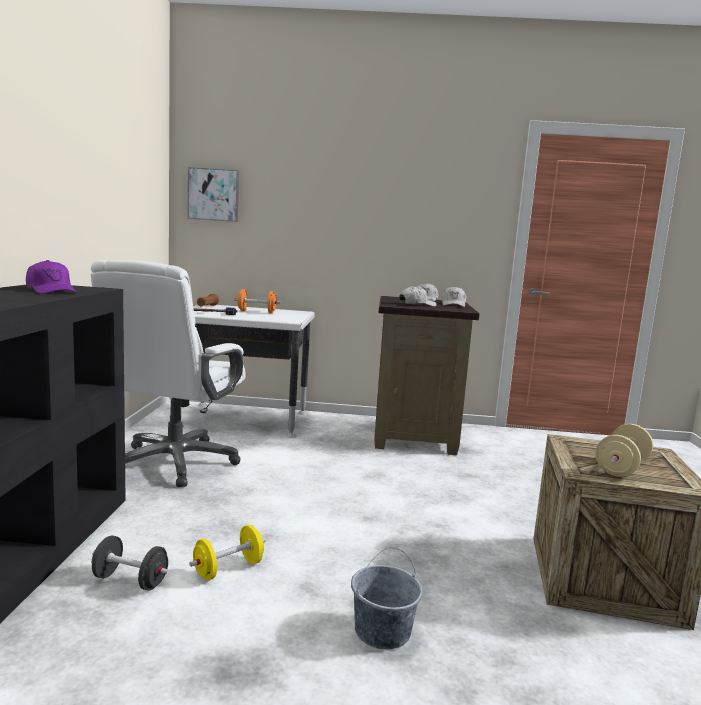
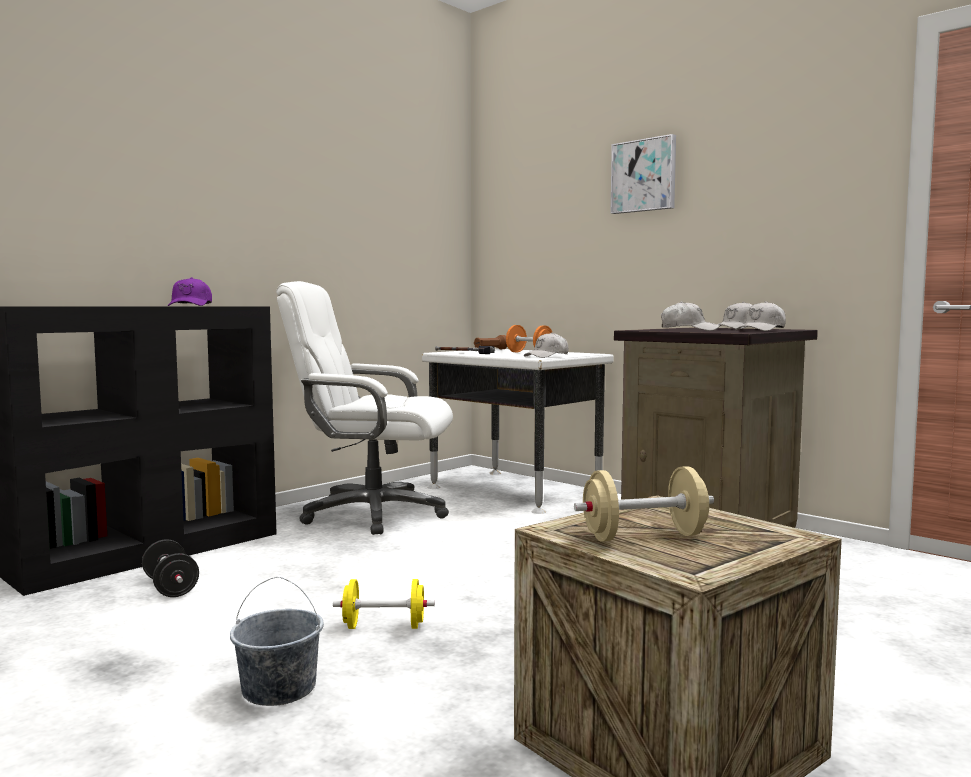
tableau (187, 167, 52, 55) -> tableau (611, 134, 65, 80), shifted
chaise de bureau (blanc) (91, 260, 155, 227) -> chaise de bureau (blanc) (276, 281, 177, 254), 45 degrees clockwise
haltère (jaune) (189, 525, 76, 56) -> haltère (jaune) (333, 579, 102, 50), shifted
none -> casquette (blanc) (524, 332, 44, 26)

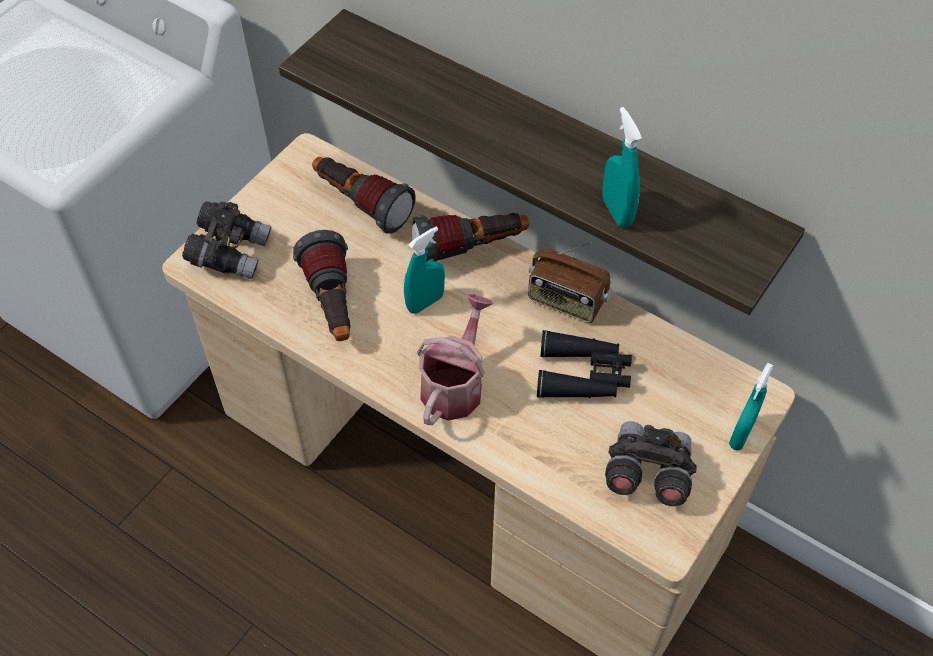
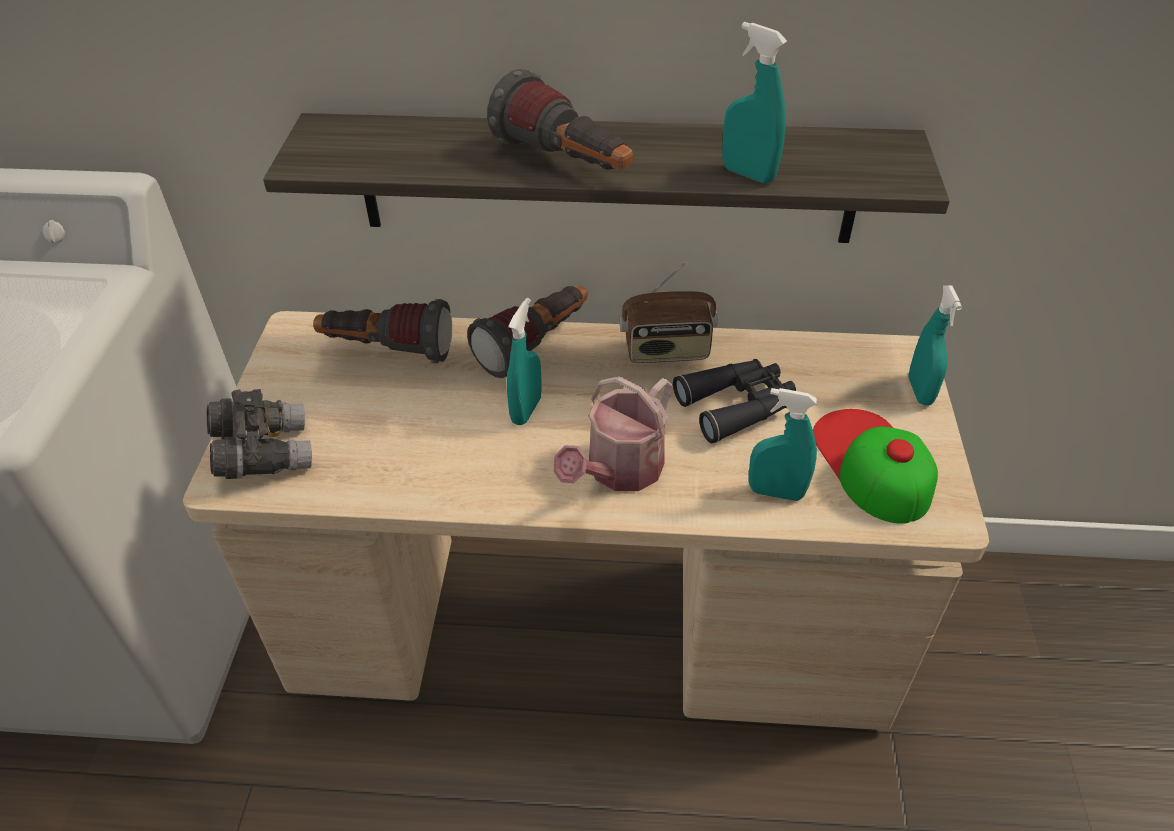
lampe de poche (293, 230, 58, 111) -> lampe de poche (487, 69, 146, 101), shifted
arrosoir (417, 294, 76, 131) -> arrosoir (554, 376, 118, 115), 135 degrees counterclockwise
jumelles (gris) (605, 421, 92, 85) -> casquette (813, 409, 125, 115)
none -> vaporisateur (turquoise) (749, 388, 68, 113)

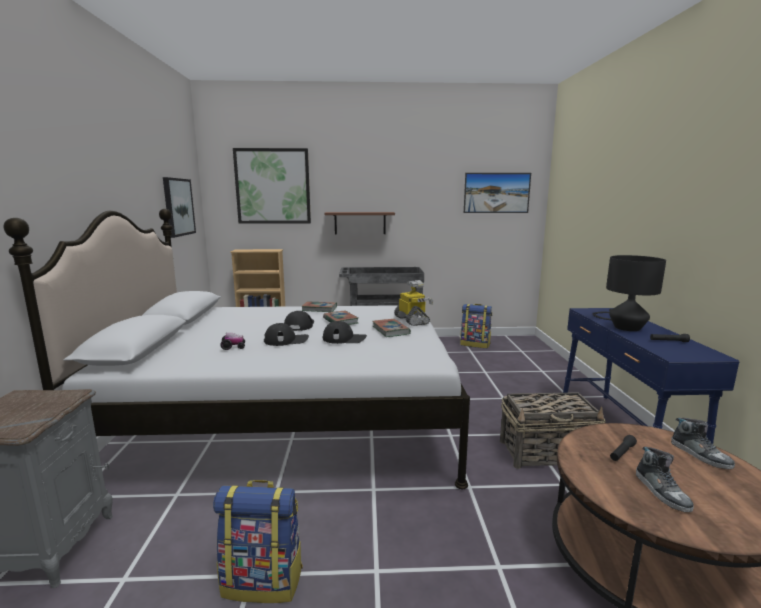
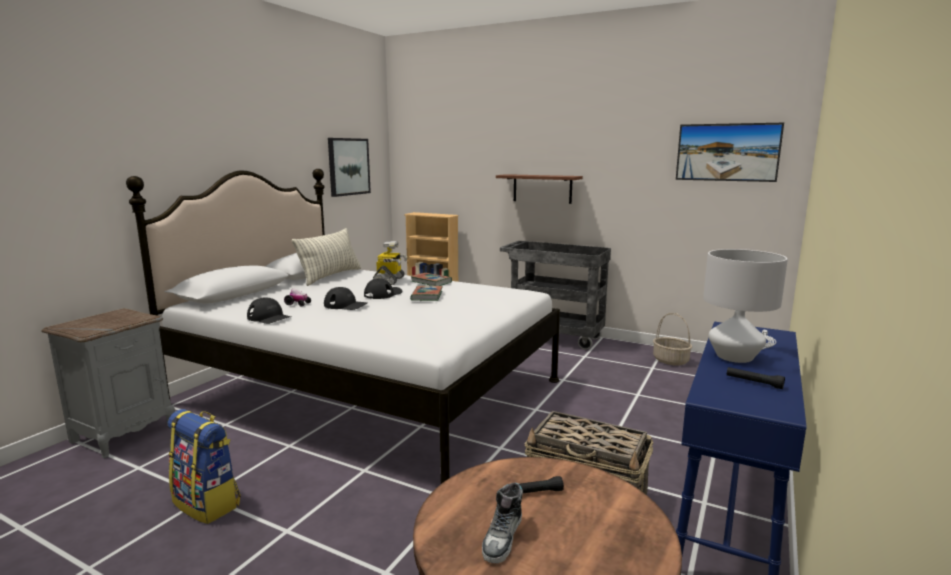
tableau (233, 148, 78, 76) -> none
lampe de table (noir) (593, 255, 73, 76) -> lampe de table (blanc) (703, 249, 85, 114)
robot jouet (394, 280, 39, 46) -> robot jouet (373, 241, 34, 44), shifted
sac à dos (460, 304, 32, 44) -> panier (653, 313, 39, 53)
livre (372, 319, 39, 18) -> none
casquette (noir) (322, 321, 45, 23) -> casquette (noir) (247, 297, 44, 27), shifted
chaussure (671, 418, 64, 51) -> none
none -> coussin (292, 228, 69, 58)

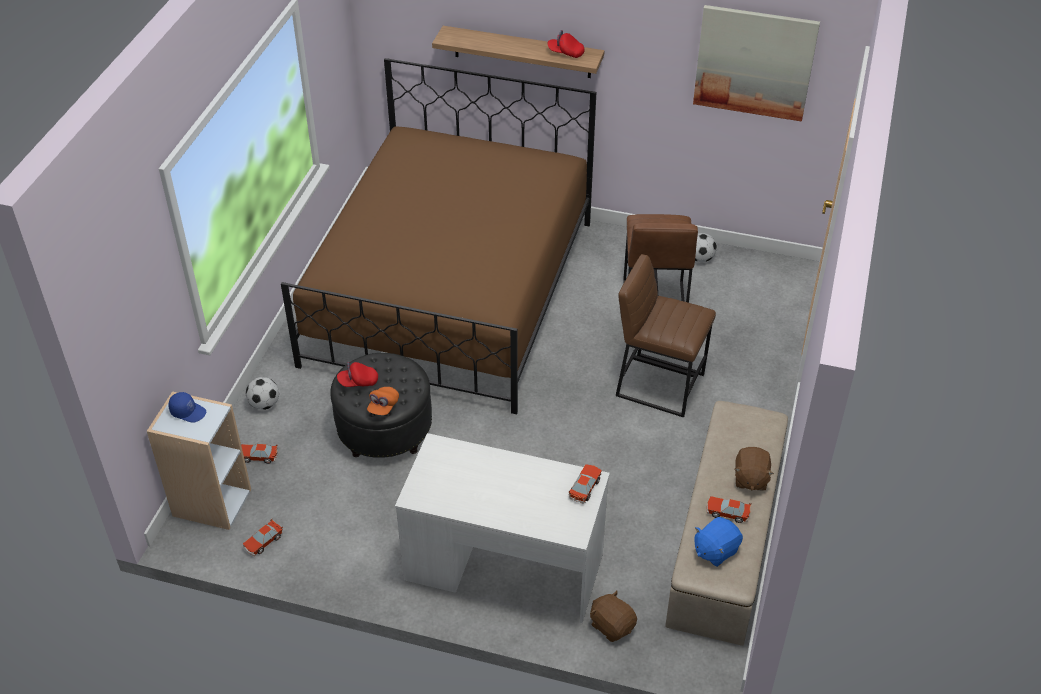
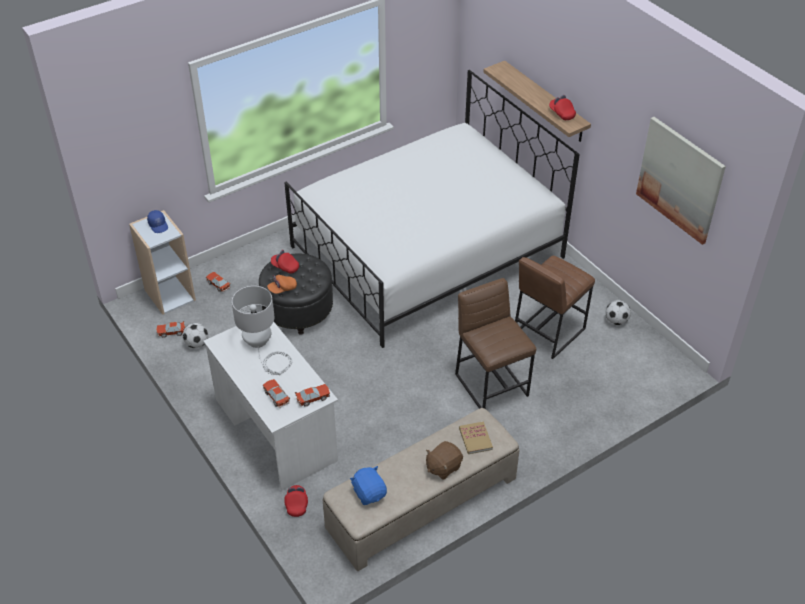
lit (marron) (281, 58, 315, 356) -> lit (blanc) (284, 70, 296, 278)
ballon de foot (246, 377, 33, 33) -> ballon de foot (183, 323, 25, 25), shifted
petite voiture (706, 496, 46, 27) -> petite voiture (263, 379, 27, 29), shifted
peluche (bleu) (694, 517, 49, 50) -> peluche (bleu) (350, 466, 37, 39), 60 degrees clockwise
peluche (marron) (590, 590, 47, 52) -> casquette (rouge) (284, 485, 24, 32)
none -> lampe de table (blanc) (232, 286, 60, 89)
none -> livre (459, 421, 34, 33)

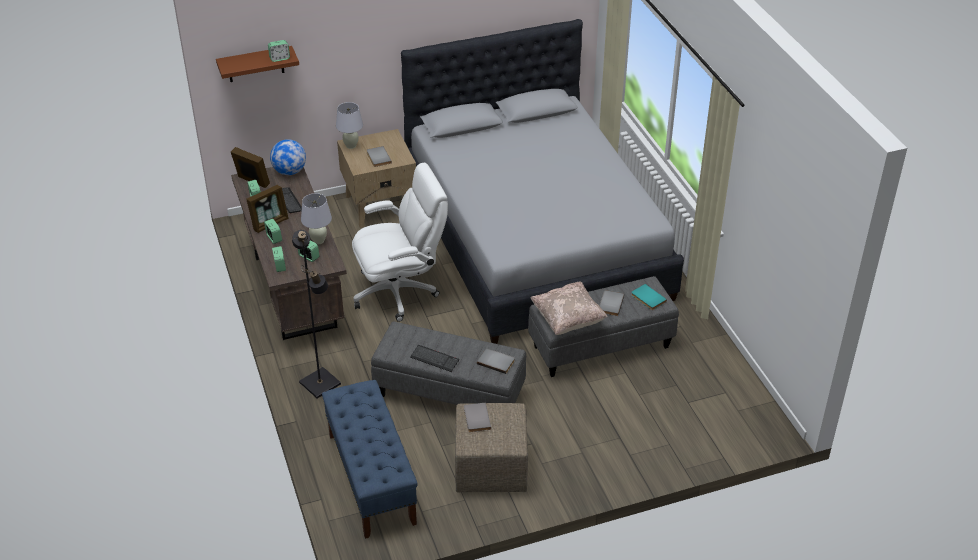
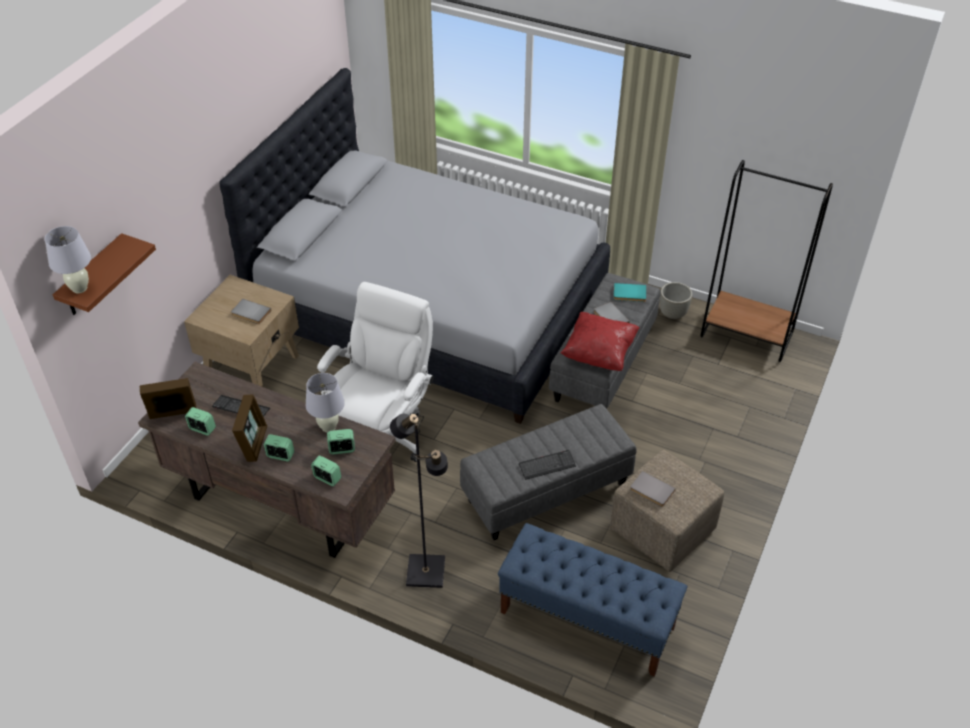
réveil (268, 40, 22, 22) -> none
lampe de table (blanc) (336, 102, 27, 47) -> lampe de table (blanc) (45, 226, 46, 67), shifted
globe (270, 139, 36, 36) -> none
coussin (beige) (530, 282, 78, 53) -> coussin (rouge) (561, 312, 79, 59)
livre (gris) (477, 348, 38, 26) -> none
none -> portant (700, 160, 133, 202)
none -> cache-pot (gris) (660, 282, 32, 37)

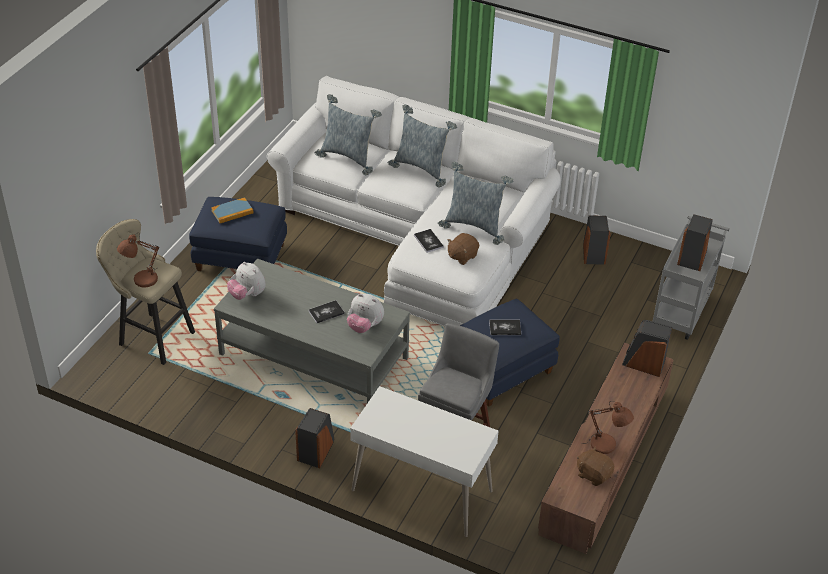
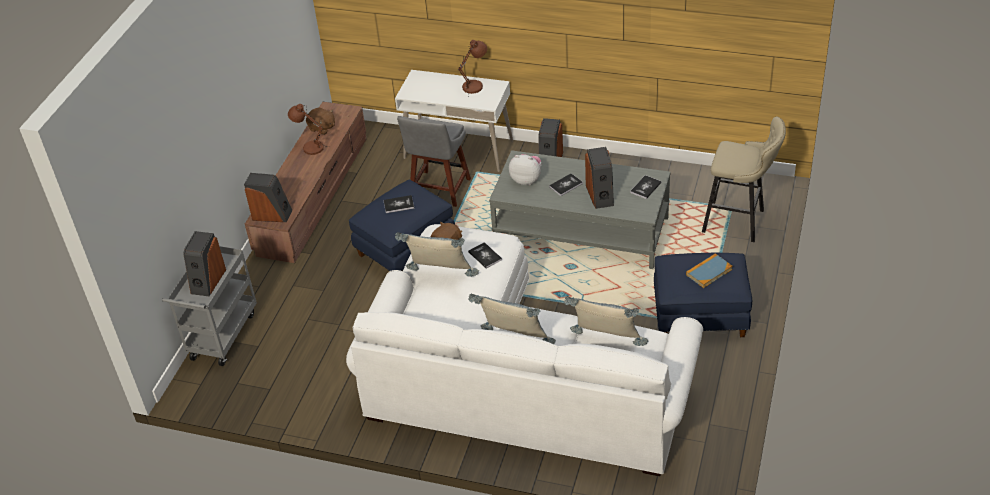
enceinte (583, 215, 28, 50) -> enceinte (585, 147, 29, 62), shifted
lampe de table (marron) (117, 233, 42, 55) -> lampe de table (marron) (458, 40, 29, 58), shifted
peluche (227, 262, 39, 38) -> livre (630, 175, 31, 24)

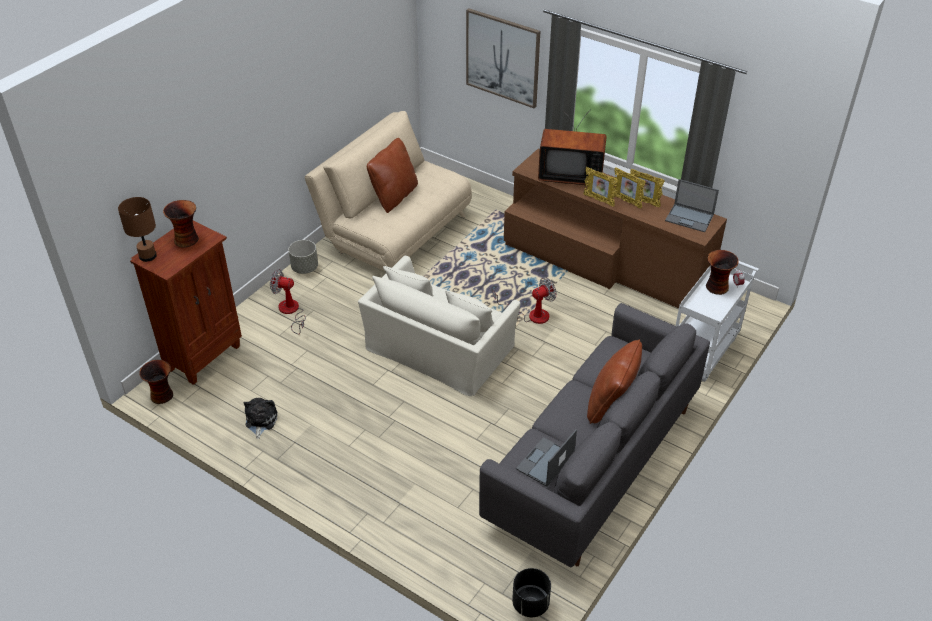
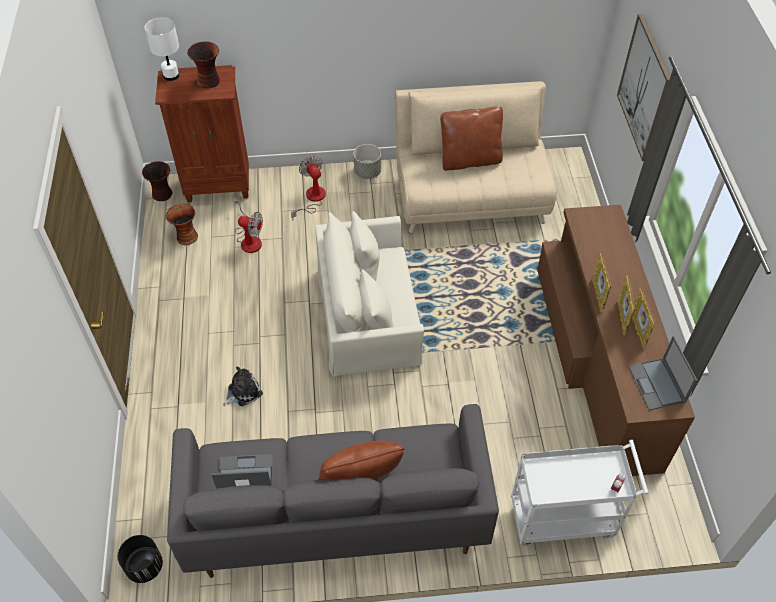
téléviseur (538, 109, 69, 76) -> none
lampe de table (marron) (118, 197, 39, 65) -> lampe de table (blanc) (145, 17, 34, 64)
vase (706, 250, 33, 45) -> vase (166, 204, 32, 41), shifted
ventilateur (493, 277, 64, 47) -> ventilateur (234, 197, 29, 56), shifted
peluche (244, 398, 33, 41) -> peluche (223, 366, 40, 40), shifted

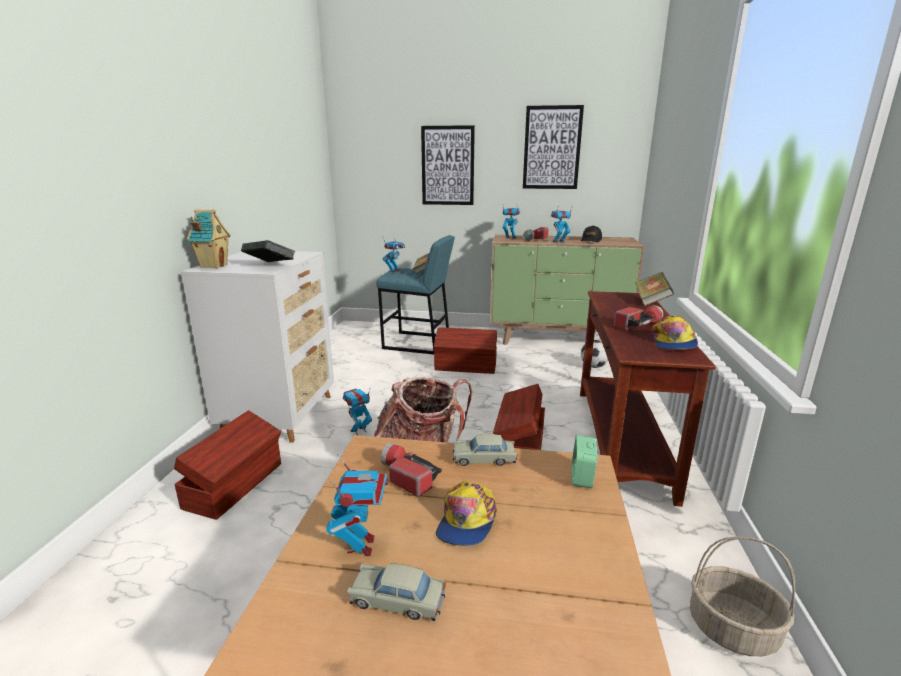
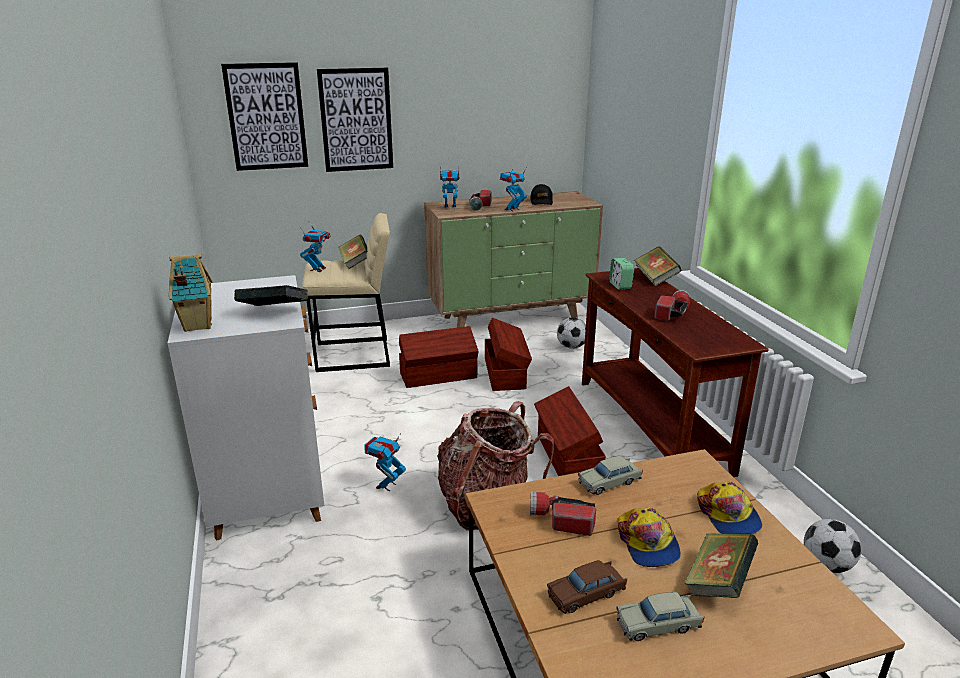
tableau (523, 105, 61, 84) -> tableau (221, 62, 87, 109), shifted
tabouret (bleu) (376, 235, 79, 119) -> tabouret (beige) (303, 213, 87, 159)
casquette (651, 316, 47, 34) -> casquette (697, 481, 65, 53), shifted
boîte de rangement (marron) (174, 410, 107, 110) -> boîte de rangement (marron) (485, 318, 47, 73), shifted
réveil (572, 435, 25, 53) -> réveil (609, 258, 25, 32), shifted
robot jouet (326, 454, 63, 102) -> petite voiture (marron) (547, 560, 80, 54)
panier (689, 536, 106, 120) -> ballon de foot (804, 519, 58, 54)
none -> livre (684, 533, 74, 65)

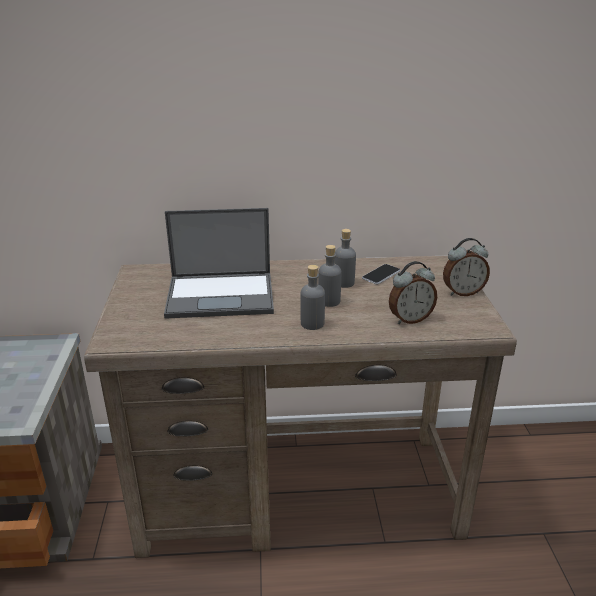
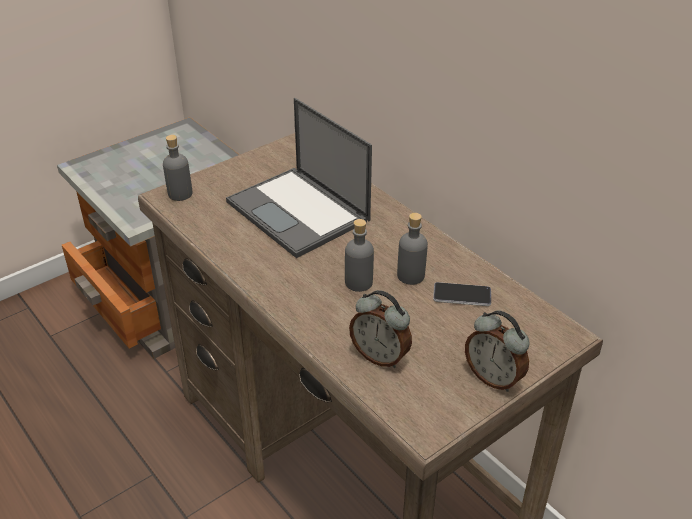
bouteille (gris) (300, 265, 25, 65) -> bouteille (gris) (163, 135, 30, 66), shifted

